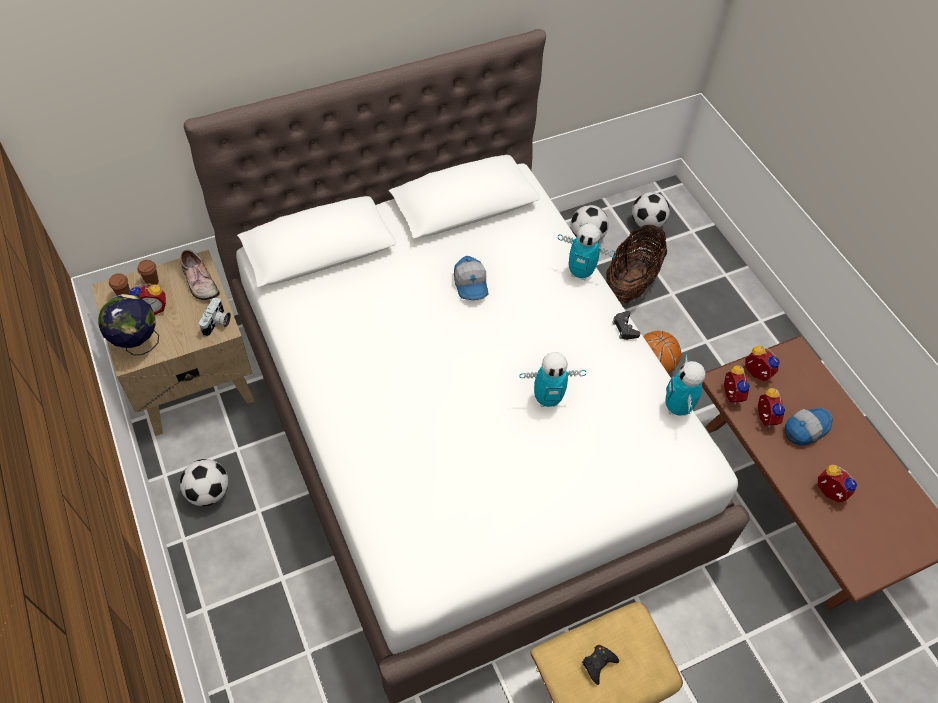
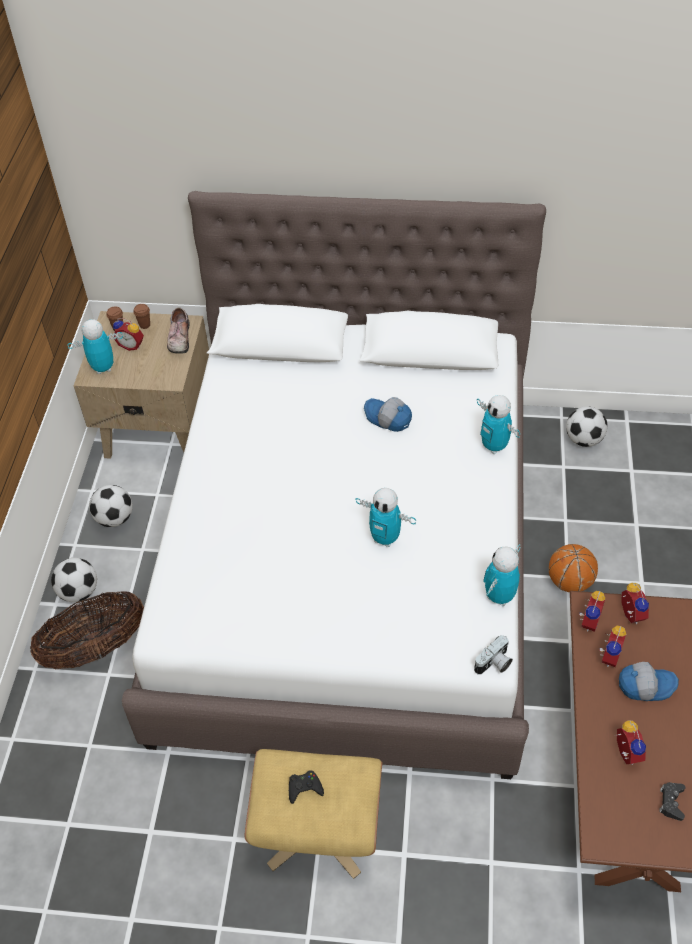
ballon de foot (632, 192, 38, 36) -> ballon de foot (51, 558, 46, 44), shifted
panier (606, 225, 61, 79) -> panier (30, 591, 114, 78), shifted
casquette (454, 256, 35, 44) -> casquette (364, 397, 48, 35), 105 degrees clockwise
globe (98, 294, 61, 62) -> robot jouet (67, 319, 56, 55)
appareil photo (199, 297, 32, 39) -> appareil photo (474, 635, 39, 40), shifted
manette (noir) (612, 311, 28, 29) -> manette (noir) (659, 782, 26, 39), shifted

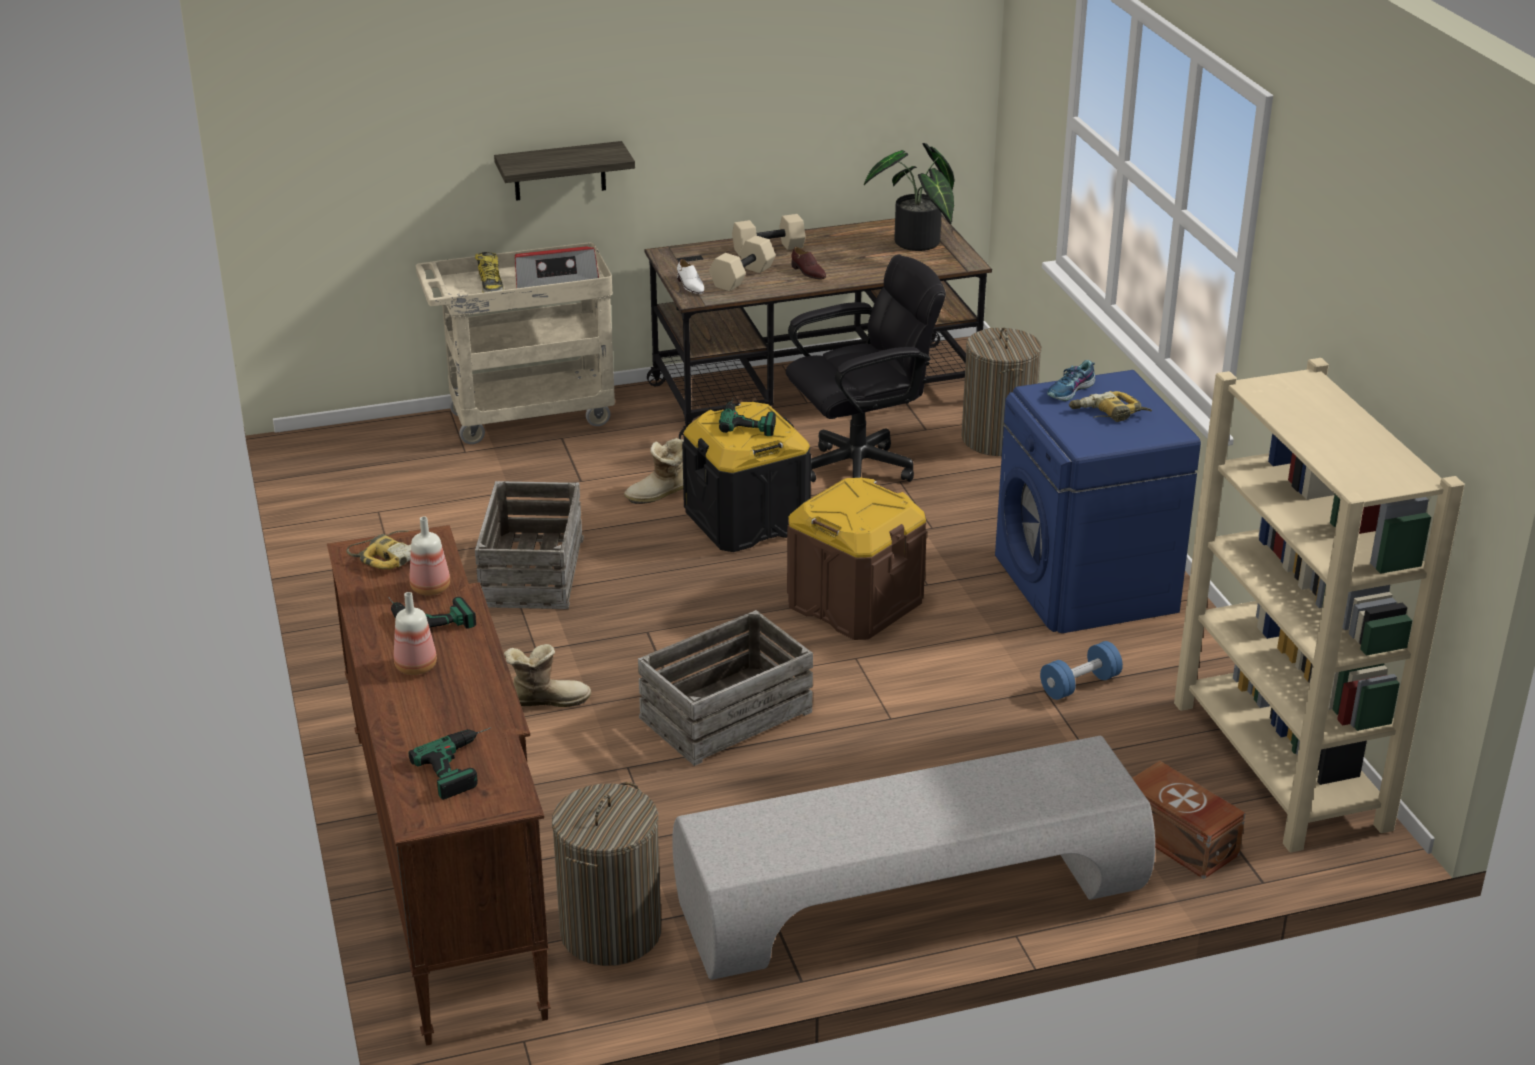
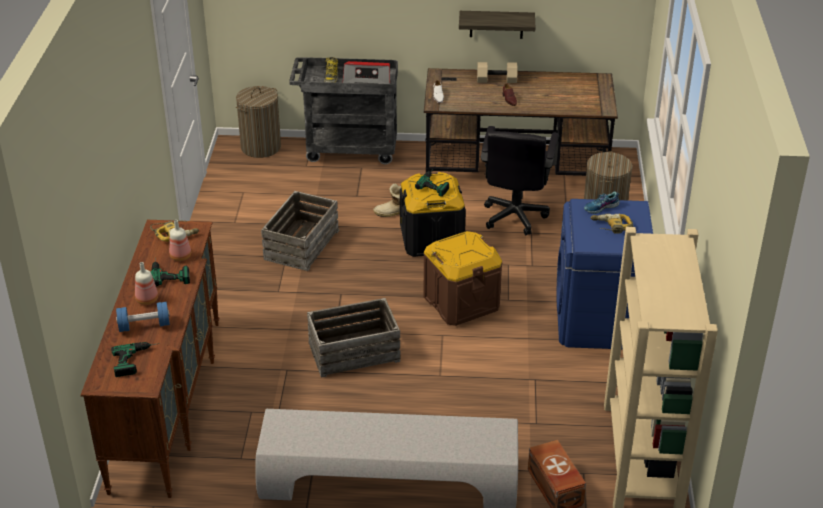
étagère (494, 141, 141, 60) -> étagère (459, 11, 76, 28), shifted
plante en pot (864, 143, 91, 108) -> none
haltère (beige) (709, 235, 67, 56) -> none
chariot (beige) (416, 243, 199, 201) -> chariot (noir) (289, 57, 109, 107)
chaise de bureau (noir) (786, 254, 160, 228) -> chaise de bureau (noir) (481, 126, 78, 109), 105 degrees clockwise
haltère (bleu) (1040, 641, 83, 59) -> haltère (bleu) (116, 301, 54, 31), shifted
botte (504, 644, 87, 63) -> none
panier à linge (552, 782, 109, 184) -> panier à linge (236, 86, 45, 72), shifted

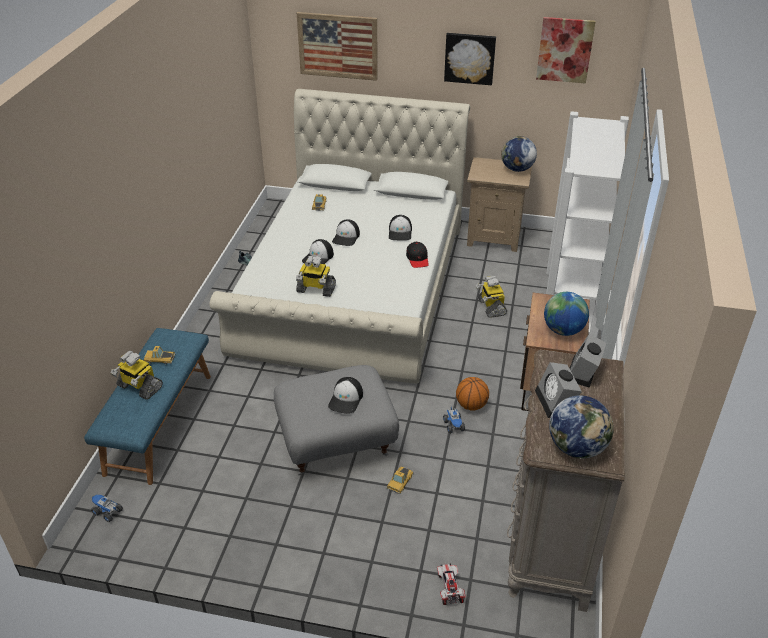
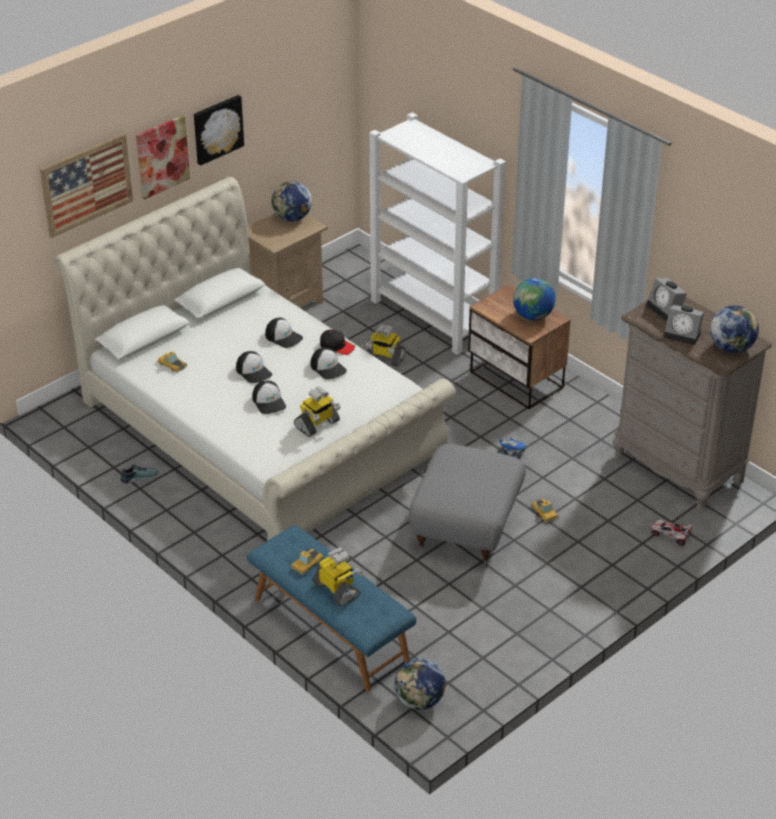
tableau (536, 17, 60, 67) -> tableau (136, 115, 54, 84), shifted
robot jouet (111, 351, 52, 49) -> robot jouet (312, 547, 51, 59), 105 degrees counterclockwise
casquette (328, 377, 35, 37) -> casquette (311, 347, 36, 32), shifted
ballon de basket (456, 377, 33, 33) -> none
camion jouet (91, 495, 32, 27) -> globe (394, 658, 52, 52)

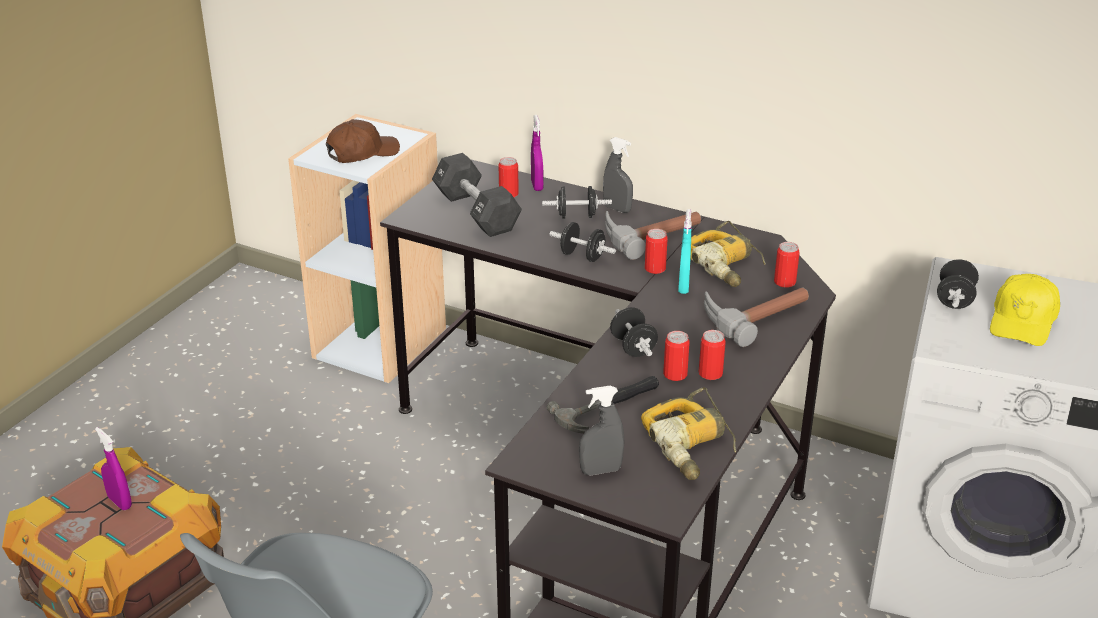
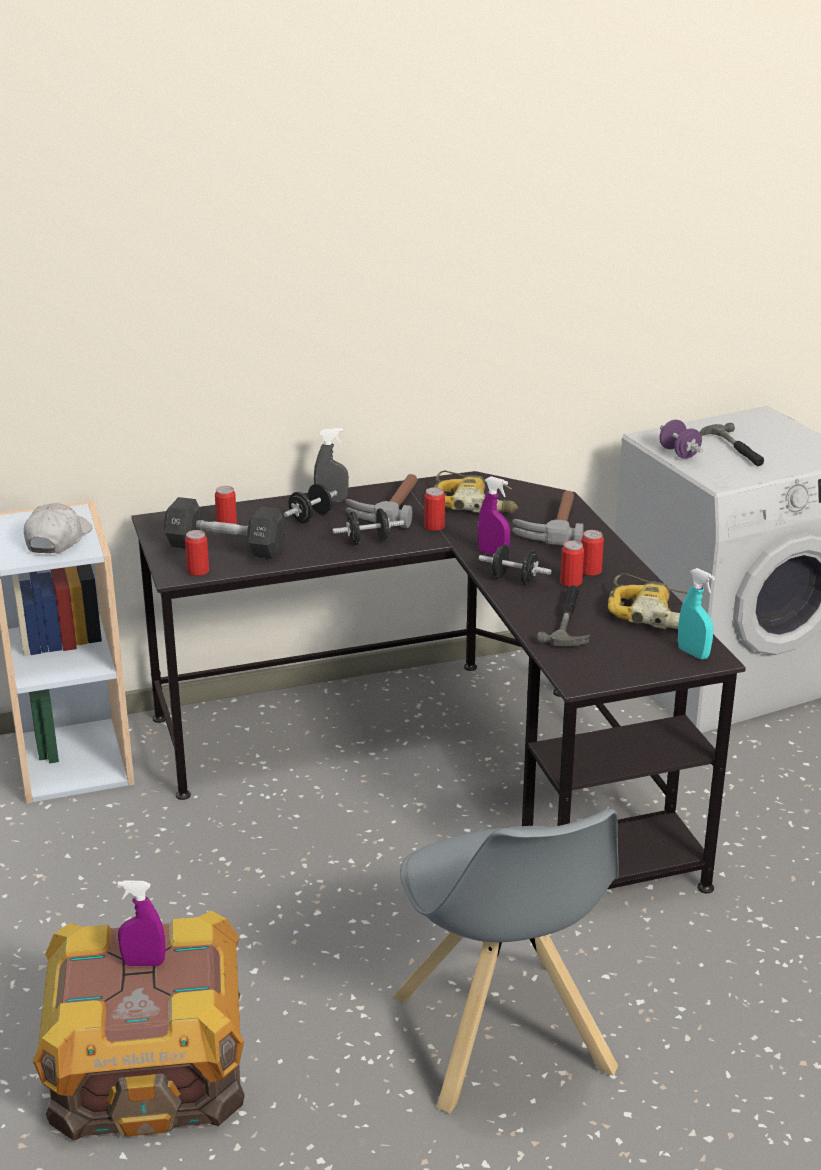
vaporisateur (violet) (531, 115, 12, 76) -> vaporisateur (violet) (477, 476, 33, 79), shifted
casquette (marron) (326, 119, 74, 44) -> casquette (blanc) (24, 503, 68, 50)
vaporisateur (turquoise) (678, 209, 14, 85) -> vaporisateur (turquoise) (678, 568, 37, 92), shifted
boîte métallique (774, 242, 26, 46) -> boîte métallique (185, 530, 24, 46), shifted
haltère (noir) (937, 259, 42, 50) -> haltère (violet) (659, 420, 44, 39)
casquette (jaune) (990, 274, 70, 72) -> marteau (700, 423, 64, 43)
vaporisateur (gris) (579, 386, 45, 90) -> none

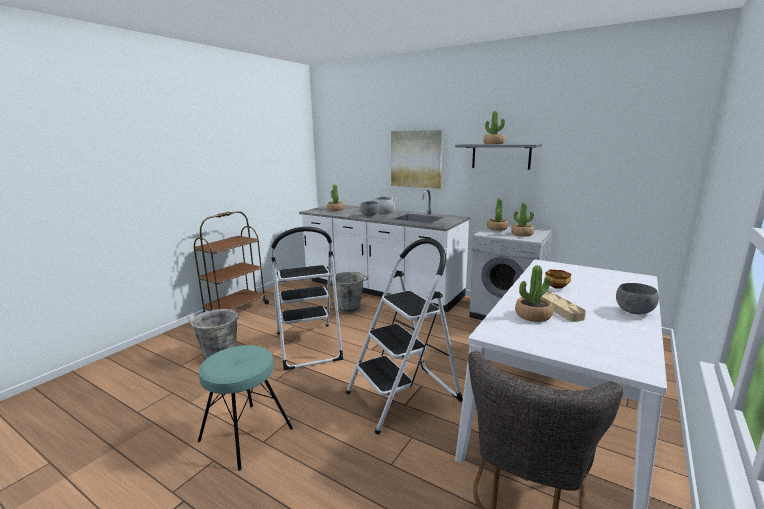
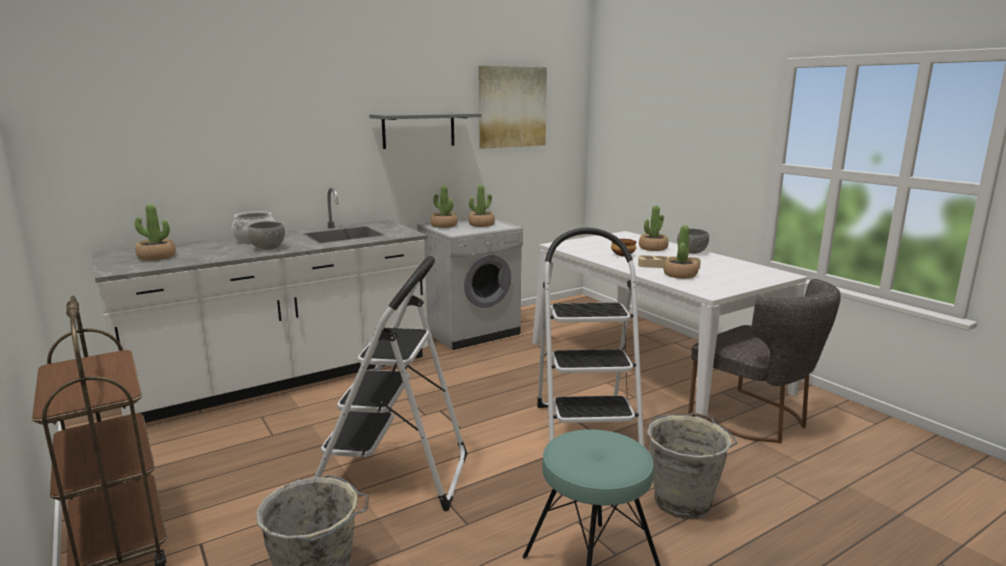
plante en pot (483, 111, 22, 33) -> plante en pot (639, 206, 30, 45), shifted
tableau (391, 130, 52, 59) -> tableau (479, 66, 68, 83), shifted
seau (gris) (331, 272, 38, 41) -> seau (gris) (647, 412, 90, 107), shifted

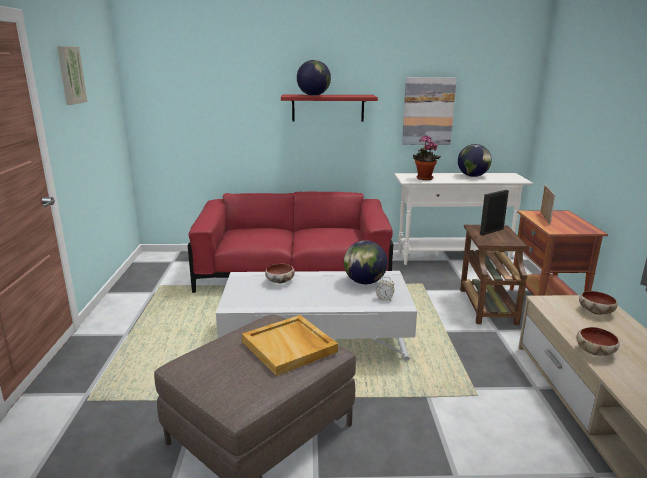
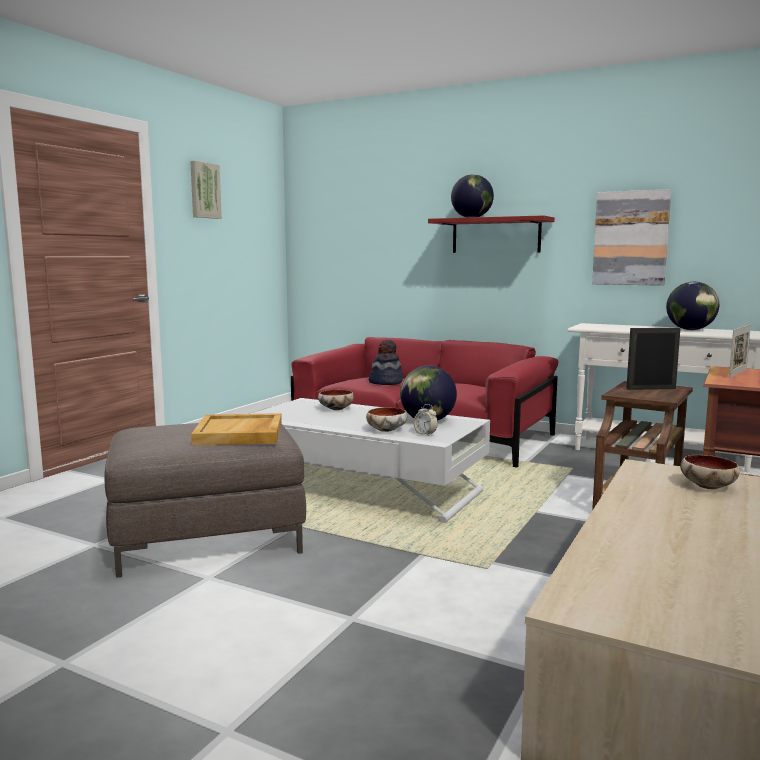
plante en pot (413, 135, 28, 45) -> none
bol (576, 327, 43, 29) -> bol (366, 407, 41, 25), shifted
none -> chapeau (369, 340, 34, 45)

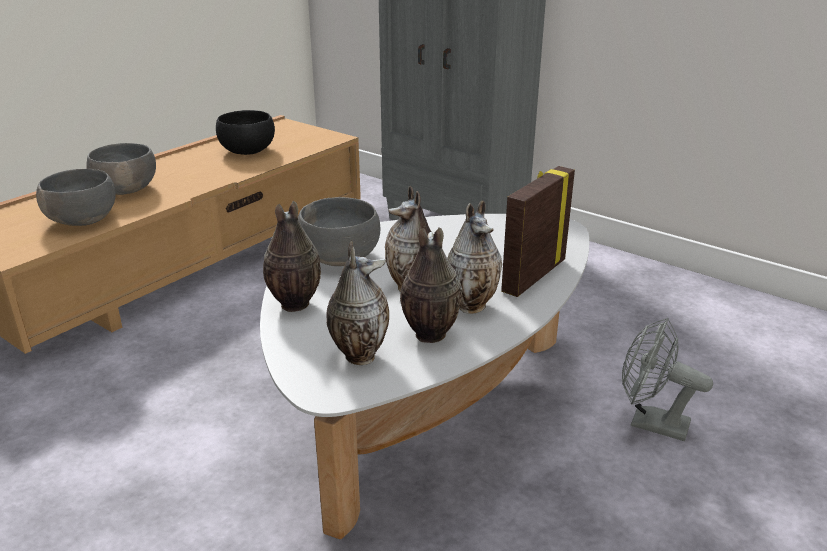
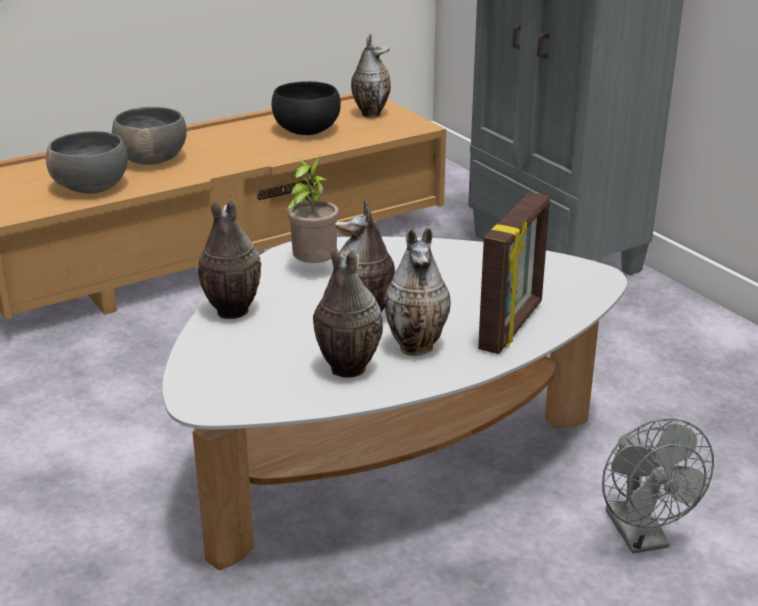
cadre photo (501, 166, 74, 131) -> cadre photo (478, 192, 72, 162), 150 degrees clockwise
bol (gris) (298, 197, 82, 69) -> plante en pot (286, 155, 53, 108)
vase (326, 241, 63, 124) -> vase (351, 34, 40, 84), shifted
ventilateur (gris) (622, 317, 91, 124) -> ventilateur (gris) (602, 418, 112, 136), 150 degrees counterclockwise

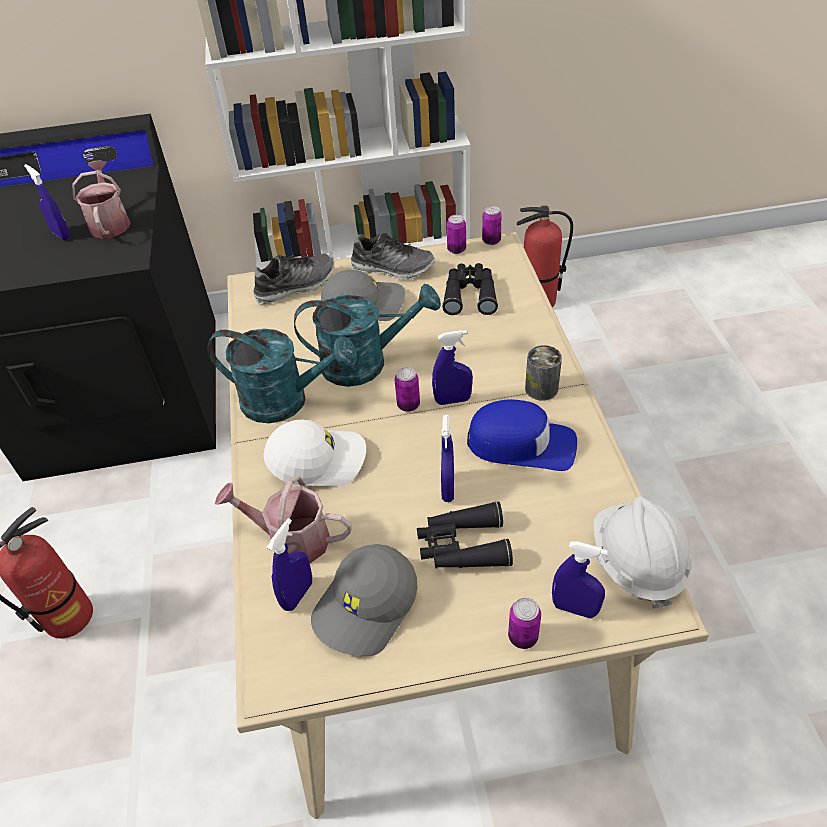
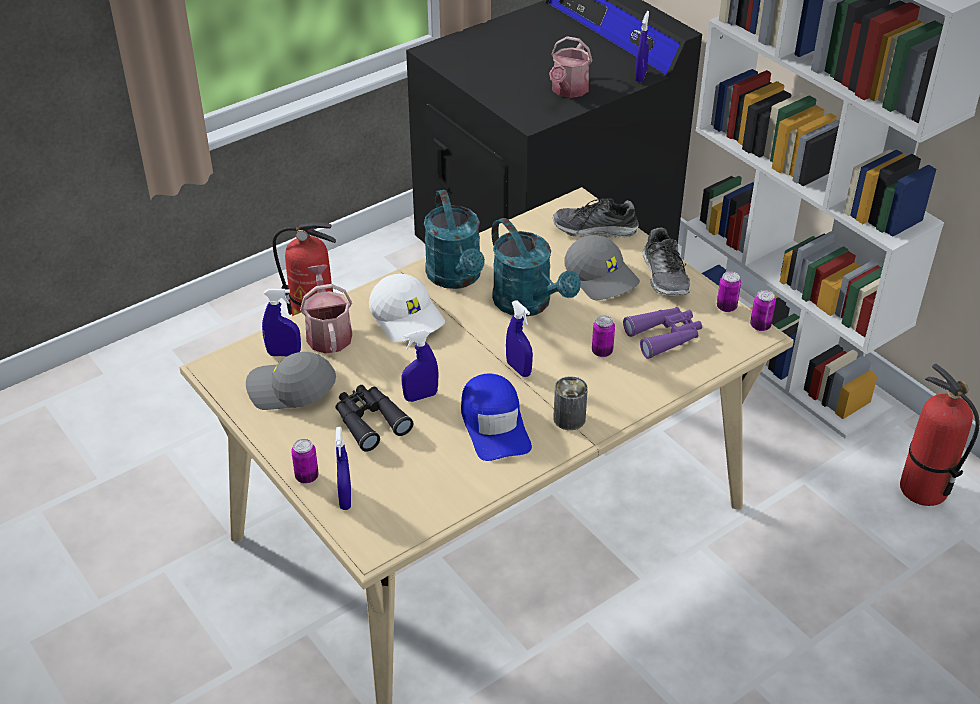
arrosoir (72, 160, 59, 79) -> arrosoir (549, 36, 44, 62), 150 degrees clockwise
vaporisateur (bleu) (24, 164, 47, 76) -> vaporisateur (bleu) (635, 11, 14, 71), shifted
chaussure (253, 253, 82, 52) -> chaussure (553, 198, 86, 40), 150 degrees clockwise
jumelles (noir) (442, 263, 56, 52) -> jumelles (violet) (623, 307, 79, 52)
boîte métallique (394, 367, 26, 45) -> boîte métallique (592, 315, 23, 42), shifted
casque de chantier (blanc) (594, 497, 98, 111) -> none

